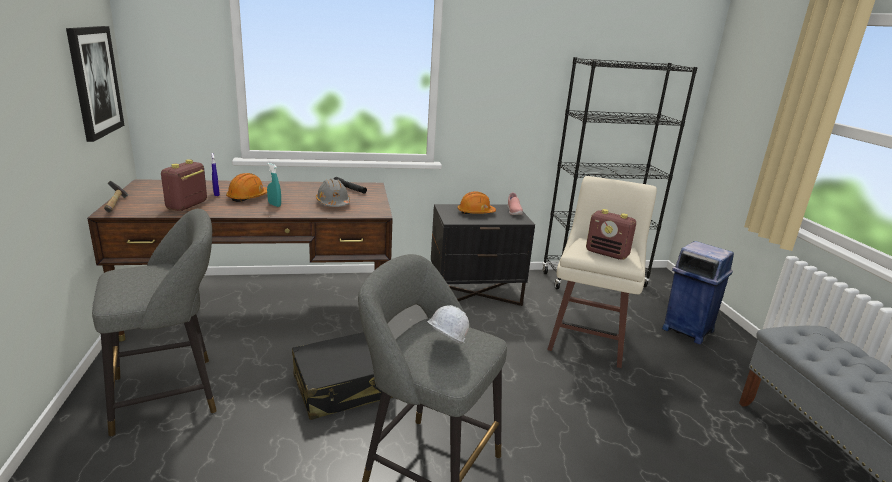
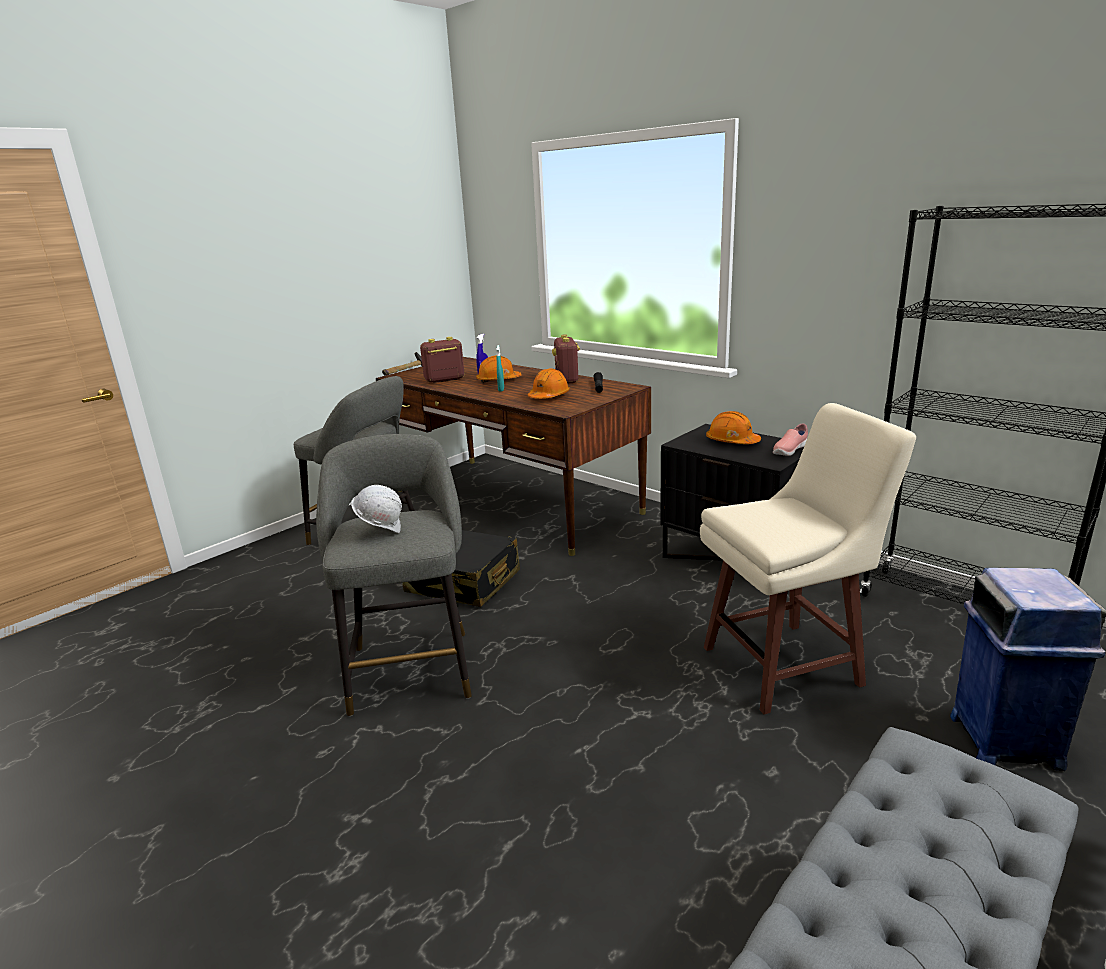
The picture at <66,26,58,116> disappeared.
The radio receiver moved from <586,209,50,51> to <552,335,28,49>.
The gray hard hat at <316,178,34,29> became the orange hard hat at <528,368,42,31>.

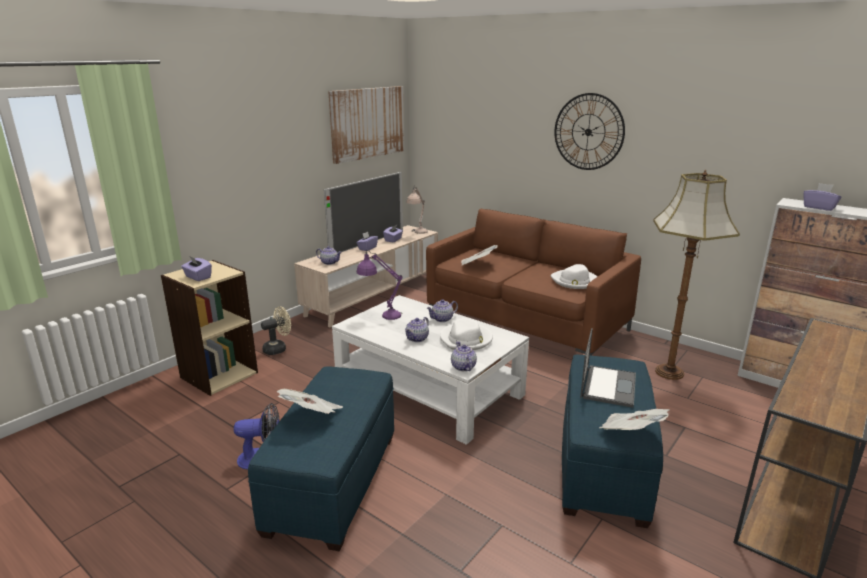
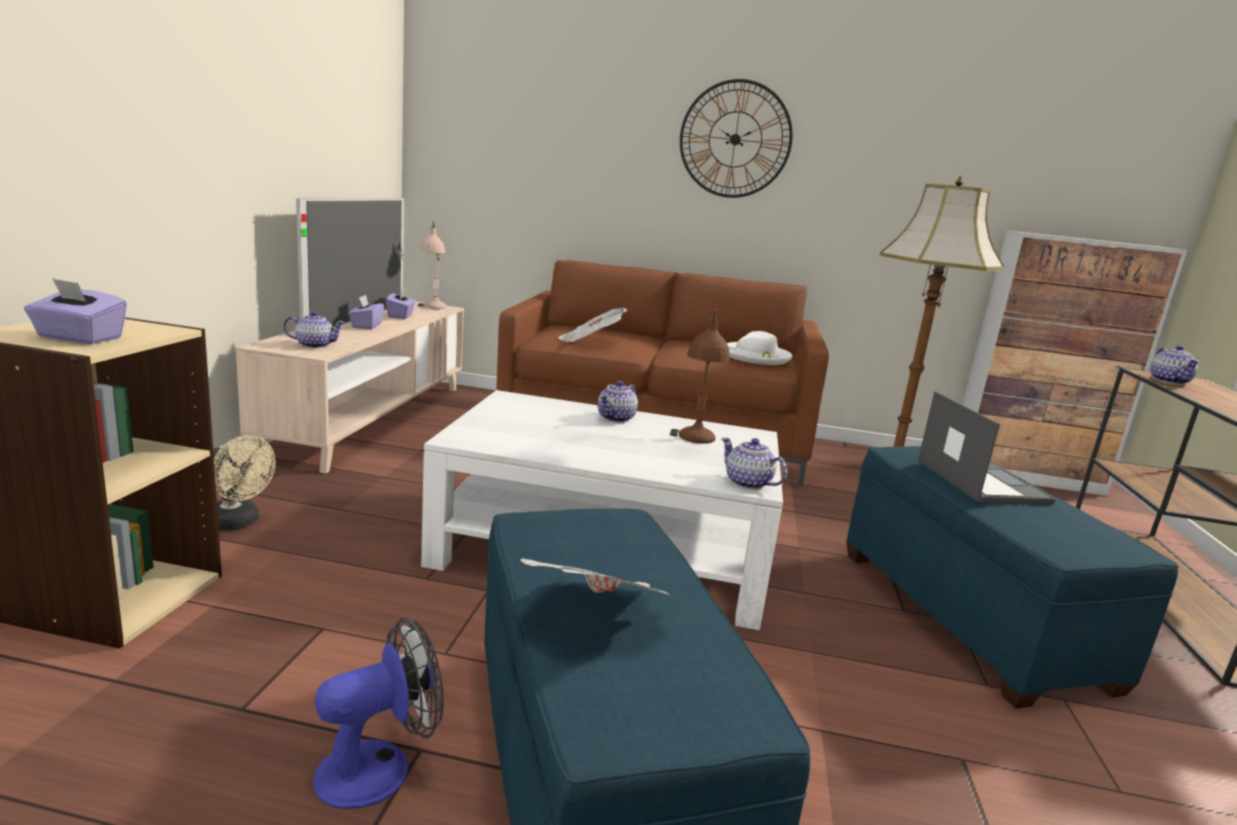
The picture at <328,86,76,78> disappeared.
The purple-coloured lamp for a table at <357,250,46,70> disappeared.
The daily paper at <599,409,71,21> disappeared.
The purple-coloured tissue holder at <804,183,38,28> disappeared.
The pot for tea moved from <405,317,24,25> to <1150,345,50,40>.
The white-coloured hat at <440,318,53,32> was replaced by the brown lamp for a table at <670,309,60,135>.
The sand-coloured fan at <261,306,30,49> turned 90 degrees clockwise.

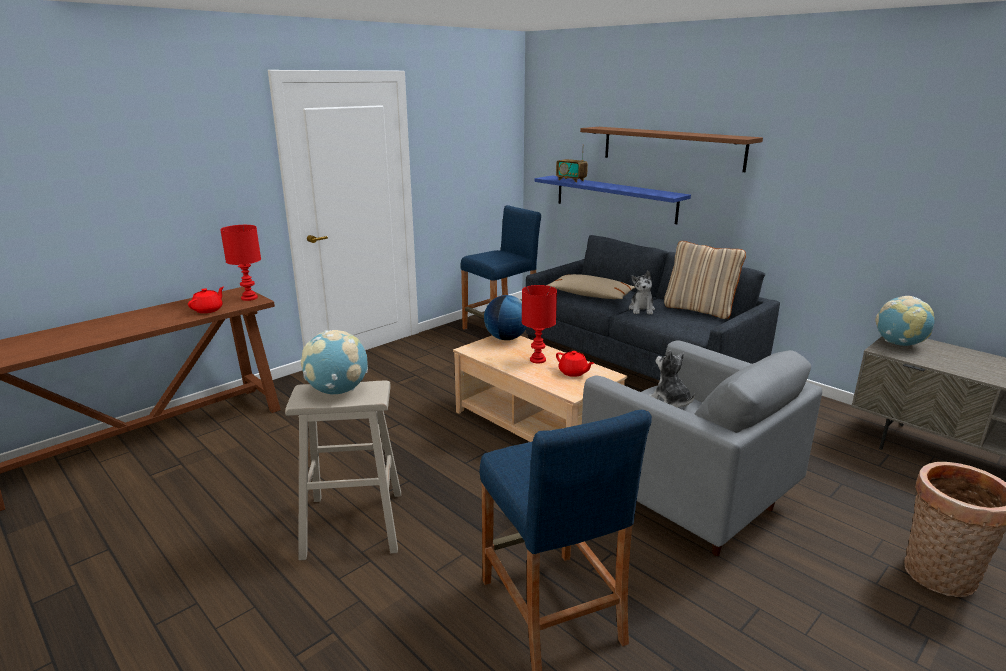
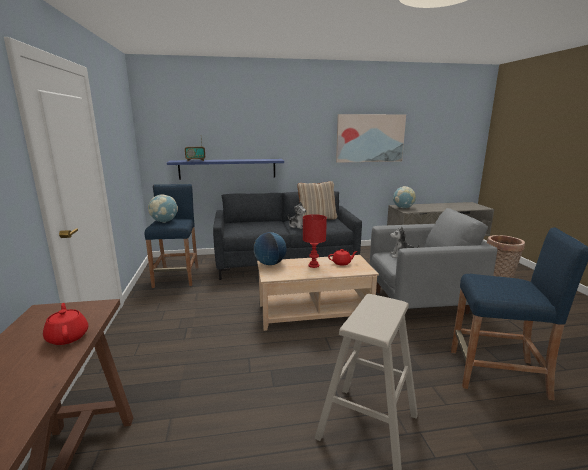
The red lamp for a table at <220,225,41,76> disappeared.
The sand-coloured throw pillow at <547,274,88,25> disappeared.
The brown shelf at <580,127,183,45> disappeared.
The picture at <336,114,70,49> appeared.
The globe moved from <301,330,67,65> to <148,194,30,29>.

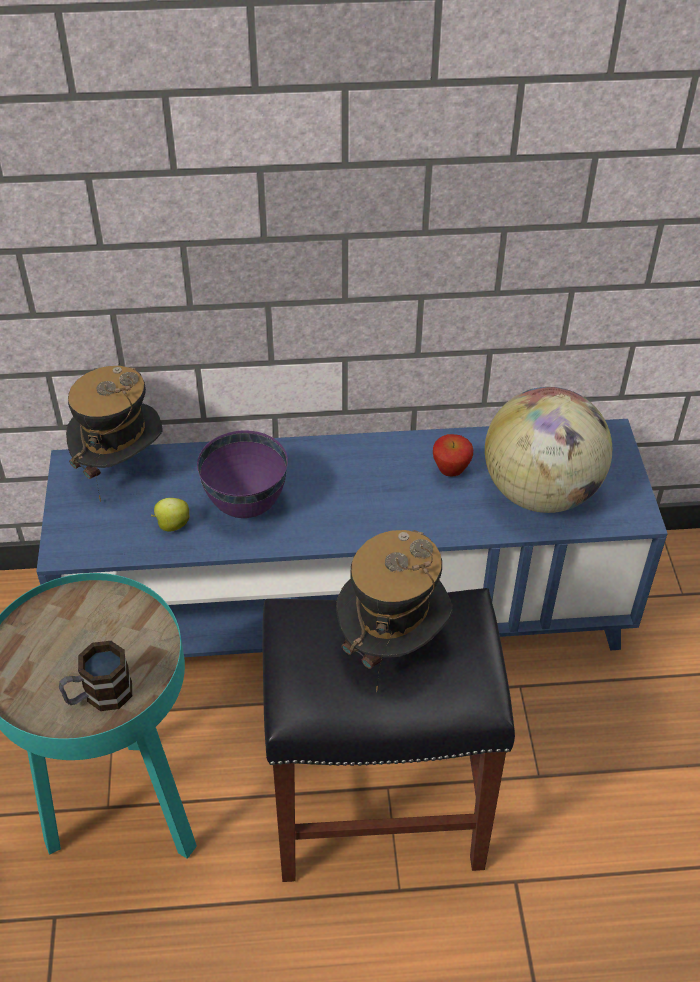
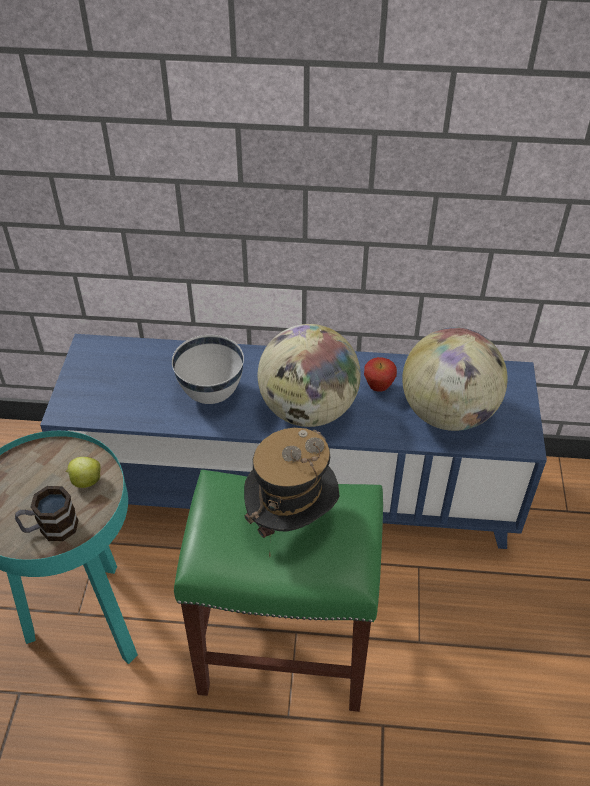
The hat at <66,366,97,136> disappeared.
The globe at <258,324,103,103> appeared.
The apple fruit moved from <151,498,39,33> to <65,457,35,31>.
The purple-coloured serving bowl at <197,430,91,88> became the white-coloured serving bowl at <172,335,72,69>.
The black stool seat at <262,588,253,294> became the green-coloured stool seat at <174,470,209,242>.

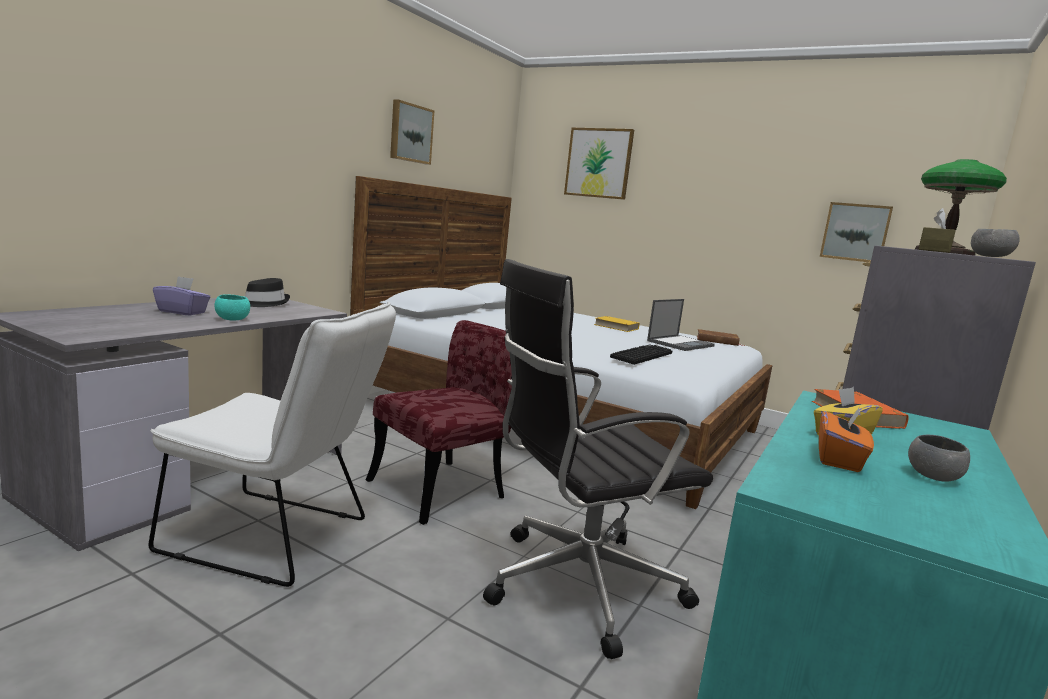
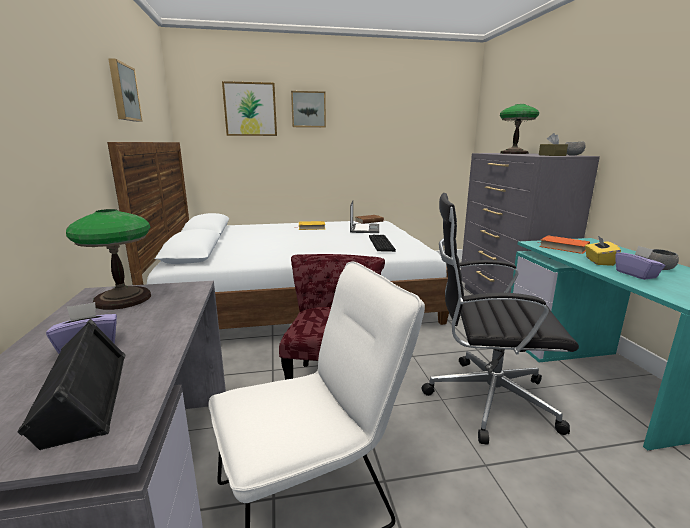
The turquoise serving bowl at <214,294,36,27> disappeared.
The black loudspeaker at <17,319,108,131> appeared.
The picture moved from <820,202,73,60> to <291,91,35,37>.
The black hat at <245,278,45,29> was replaced by the lamp for a table at <66,209,85,101>.
The orange tissue holder at <819,408,55,64> became the purple-coloured tissue holder at <615,246,50,34>.
The black computer chair at <483,259,230,400> turned 75 degrees clockwise.

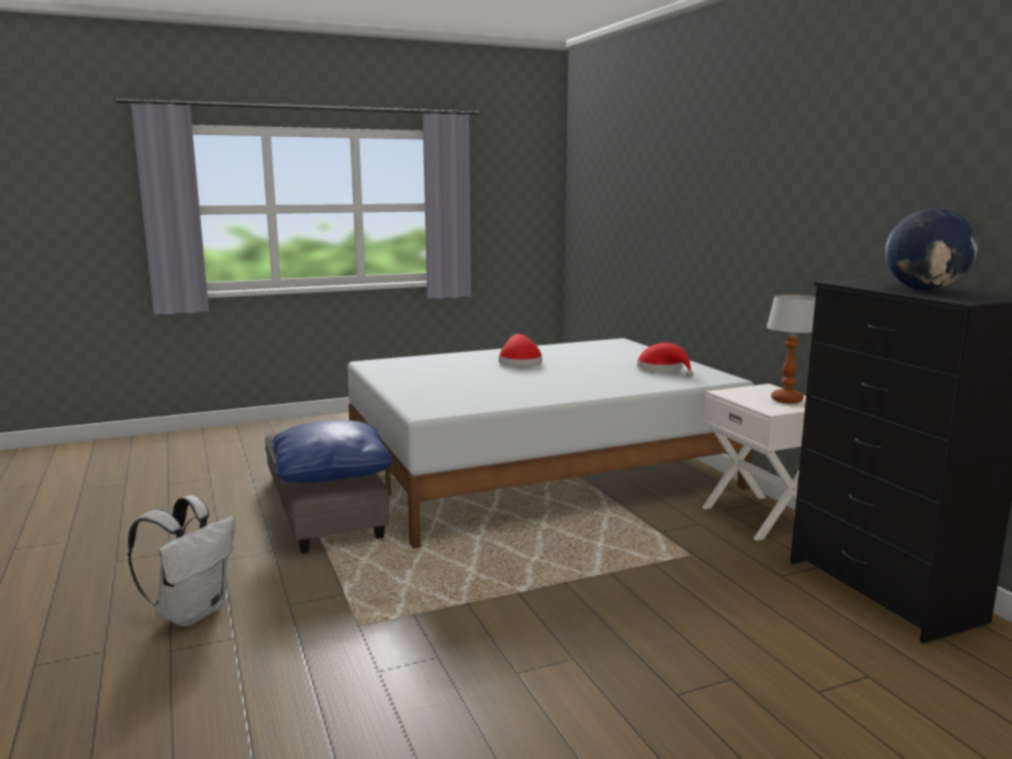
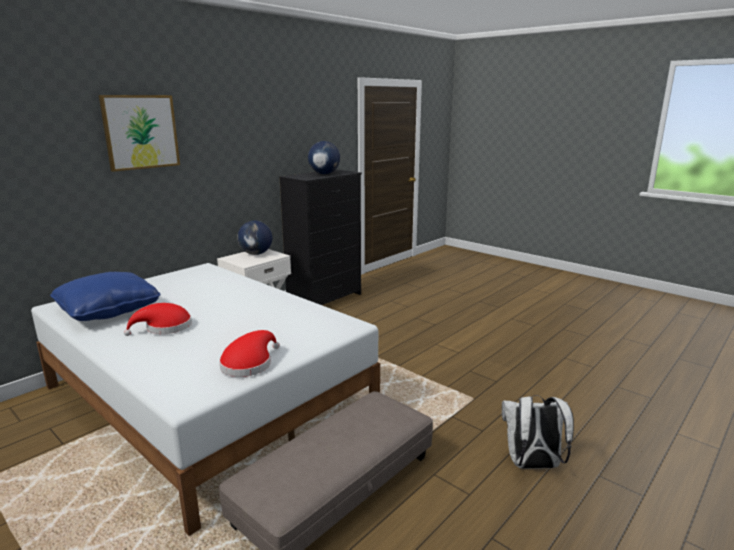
The picture at <99,95,81,77> appeared.
The blue-coloured throw pillow moved from <272,420,120,63> to <50,272,111,49>.
The red hat moved from <637,343,57,34> to <219,330,61,47>.
The lamp for a table at <767,294,49,109> was replaced by the globe at <237,220,35,35>.

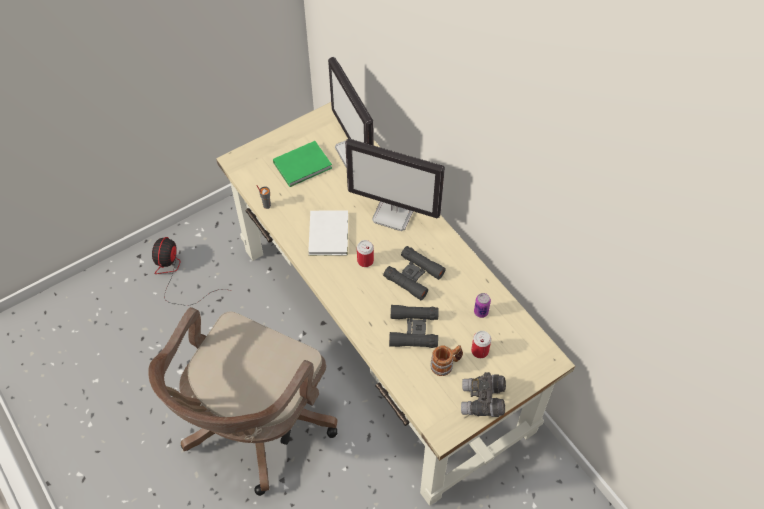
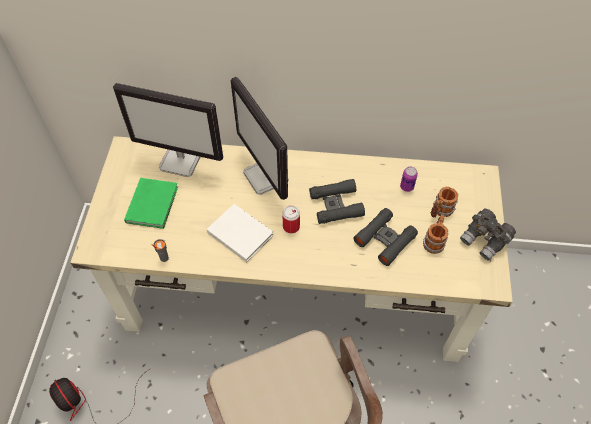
The can at <471,331,20,27> was replaced by the tea mug at <431,187,27,31>.
The computer display at <345,139,100,92> turned 90 degrees clockwise.

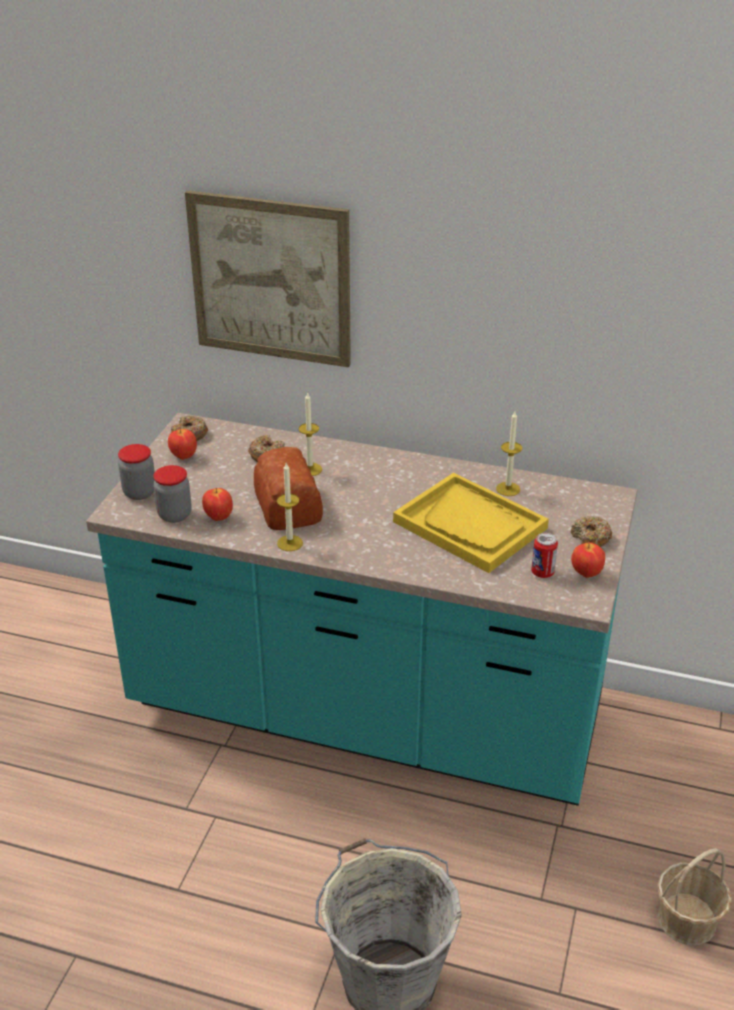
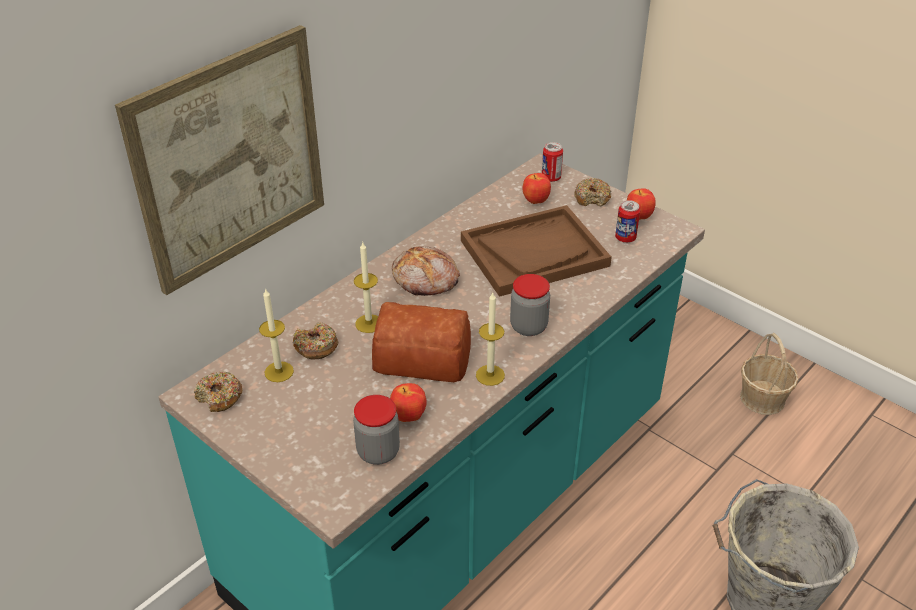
The bread at <392,246,68,50> appeared.
The can at <542,142,21,40> appeared.
The jar moved from <118,444,37,56> to <510,274,40,62>.
The apple fruit moved from <168,429,29,31> to <522,173,29,31>.
The wax candle moved from <496,412,26,84> to <259,288,35,94>.
The yellowish serving tray at <393,473,156,100> became the brown serving tray at <461,205,151,92>.

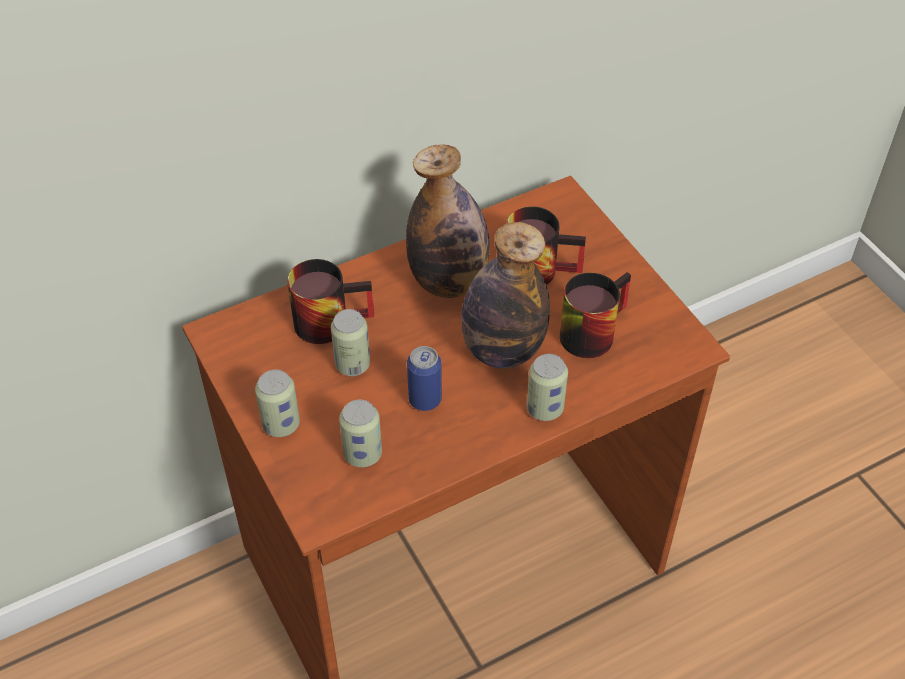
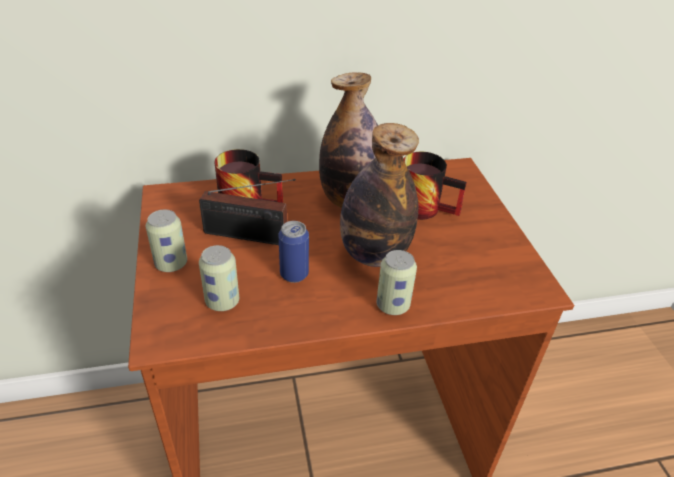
The tea mug at <560,272,71,86> disappeared.
The can at <331,309,39,67> was replaced by the radio receiver at <199,179,97,66>.

